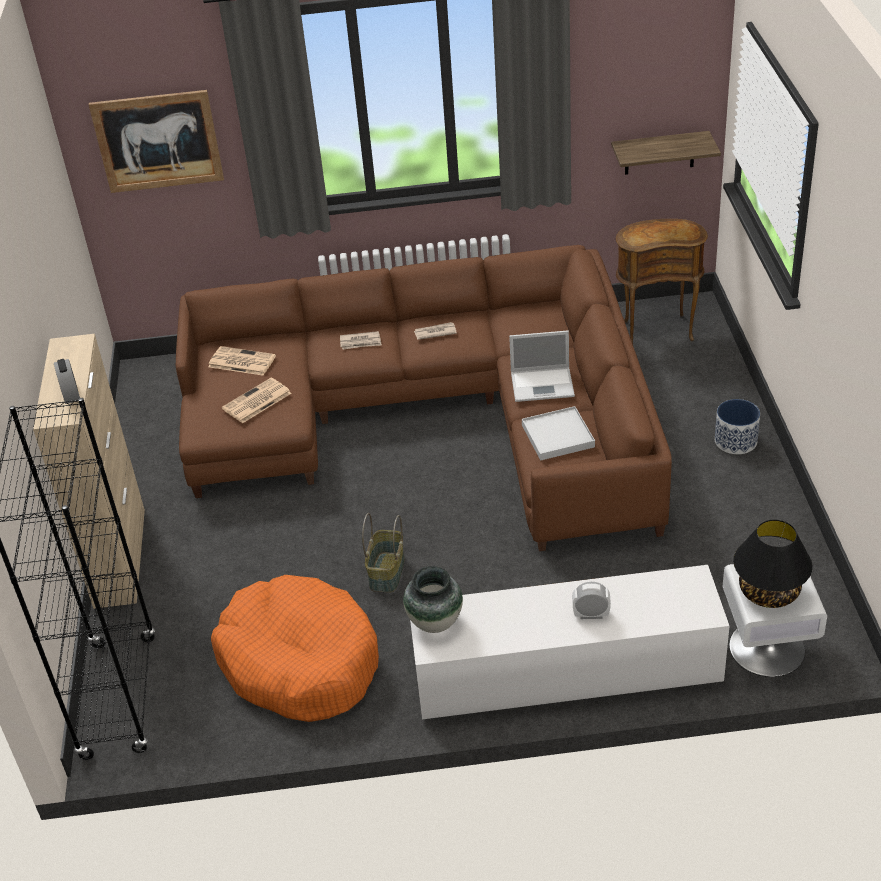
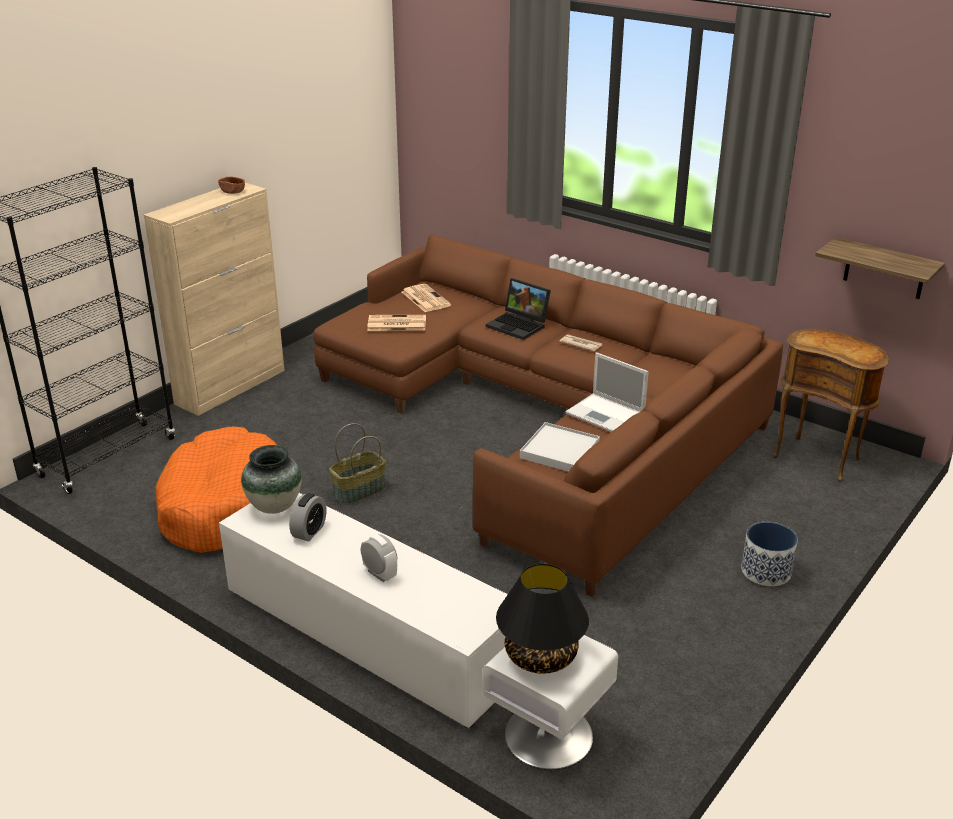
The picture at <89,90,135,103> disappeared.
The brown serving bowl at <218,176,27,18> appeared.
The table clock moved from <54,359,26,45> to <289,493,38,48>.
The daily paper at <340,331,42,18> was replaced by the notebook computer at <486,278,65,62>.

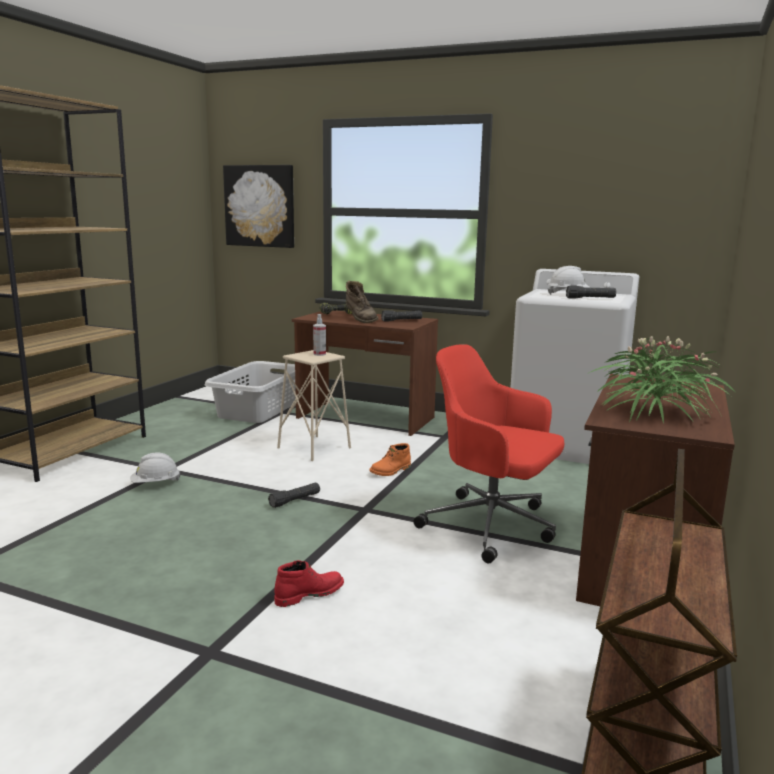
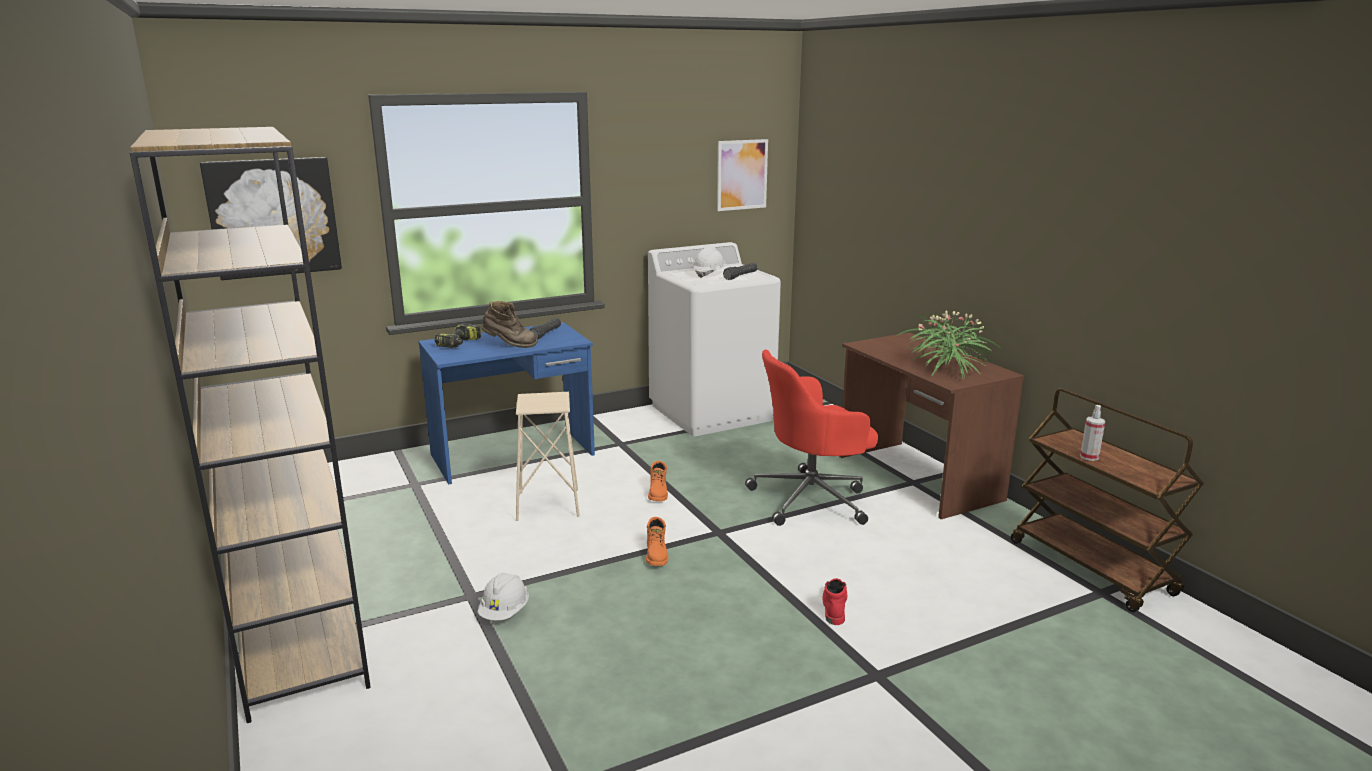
The gray hamper at <205,361,91,62> disappeared.
The picture at <717,139,51,72> appeared.
The sprayer moved from <313,314,13,42> to <1080,405,25,56>.
The black torch at <268,483,52,25> was replaced by the orange high-top boot at <646,517,22,49>.
The brown desk at <292,311,146,125> became the blue-coloured desk at <418,322,177,163>.

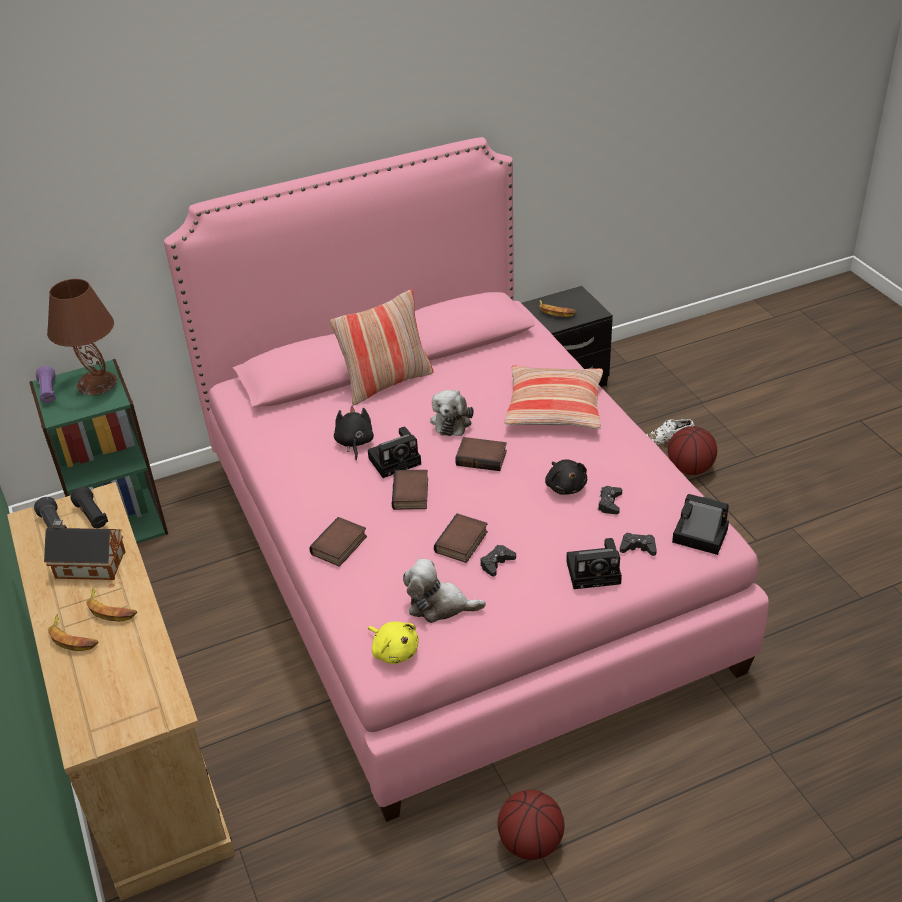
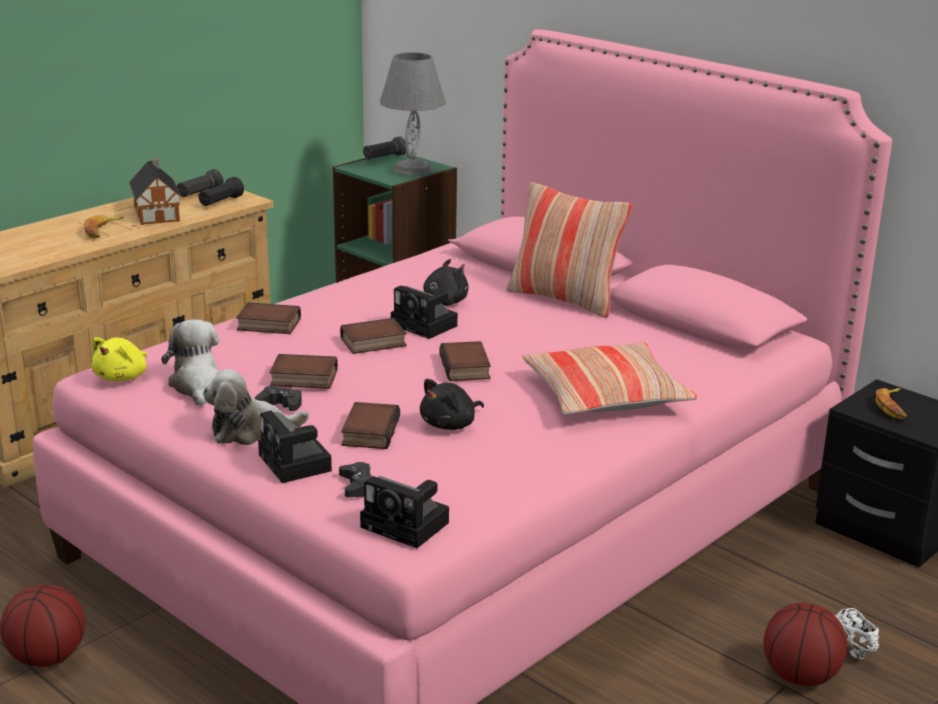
The banana fruit at <48,614,51,37> disappeared.
The black game controller at <598,486,24,28> disappeared.
The book at <341,402,59,47> appeared.
The cuddly toy moved from <430,390,44,46> to <203,369,106,76>.
The purple-coloured torch at <36,366,20,37> became the black torch at <363,137,43,23>.
The brown lamp for a table at <47,279,70,116> became the gray lamp for a table at <380,52,66,123>.
The still camera at <672,494,57,61> turned 120 degrees clockwise.

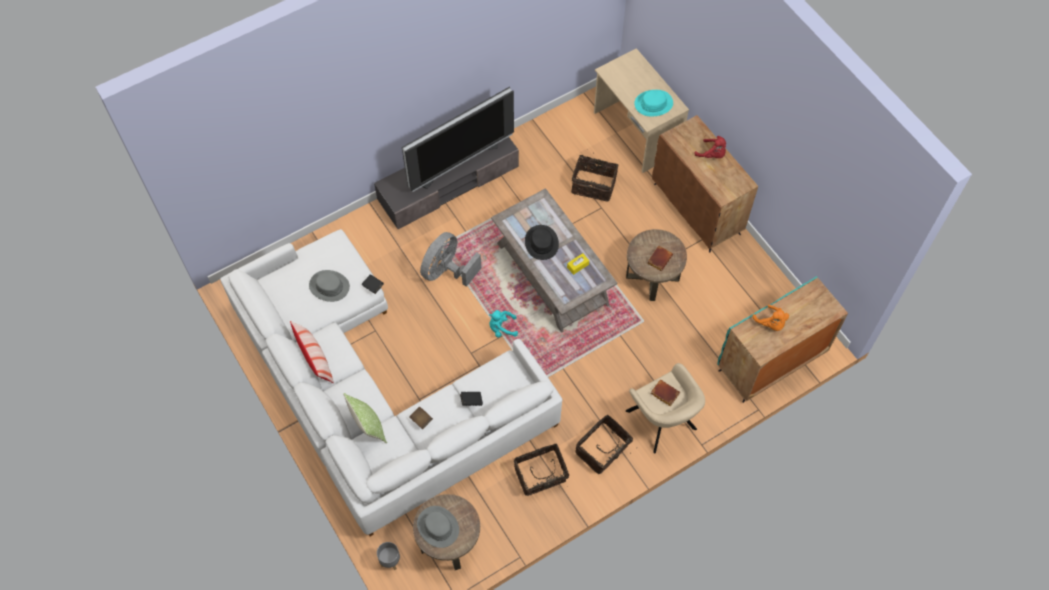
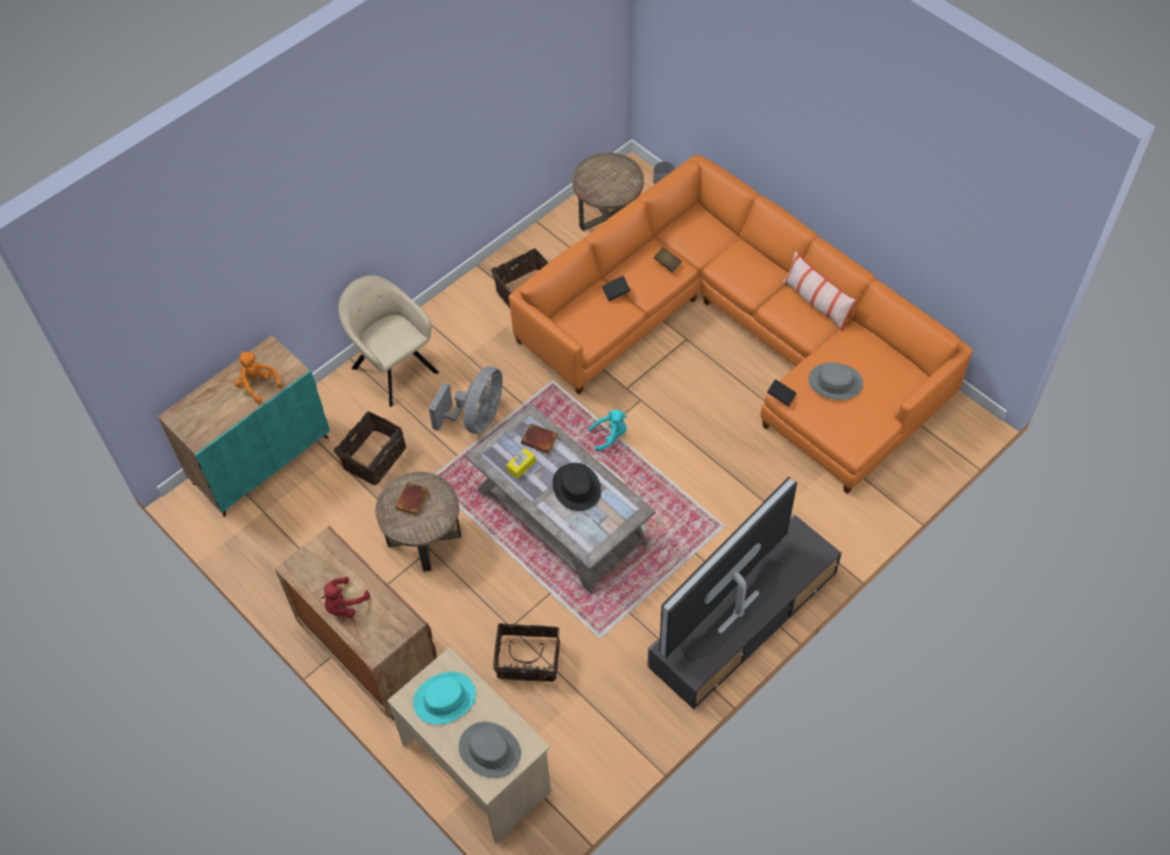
The throw pillow at <343,393,44,51> disappeared.
The gray hat moved from <417,506,42,42> to <459,722,62,56>.
The gray fan moved from <420,232,61,55> to <429,366,74,68>.
The storage basket moved from <575,415,58,59> to <334,411,72,74>.
The brown book moved from <650,379,30,27> to <521,423,37,31>.
The white-coloured sofa at <220,229,342,307> became the orange sofa at <509,155,464,339>.
The red cuddly toy at <694,136,32,22> turned 75 degrees counterclockwise.

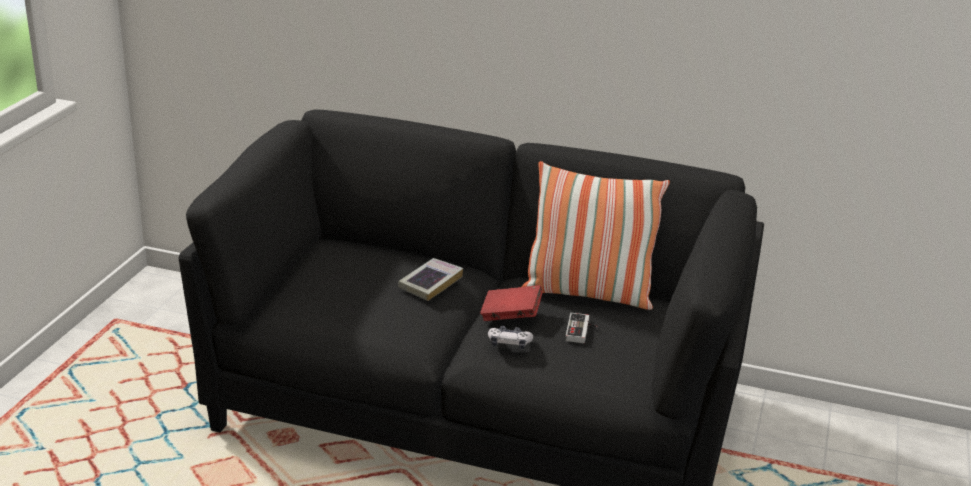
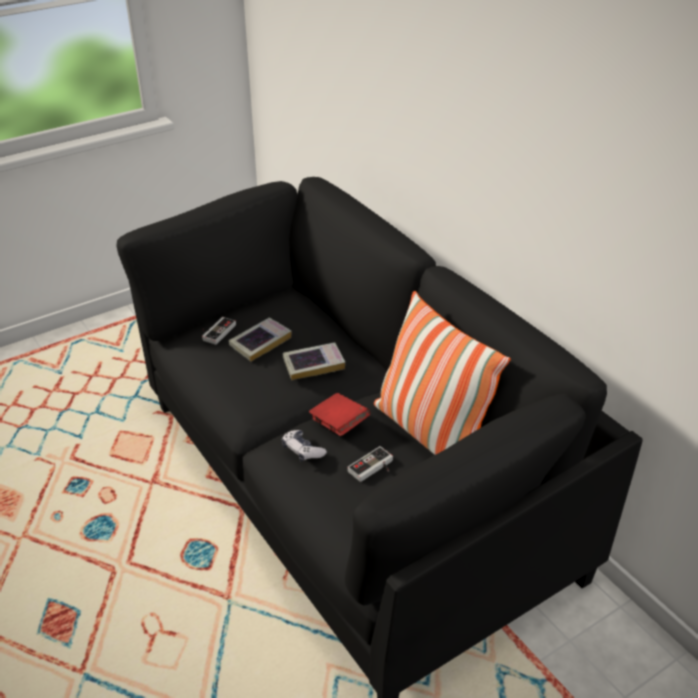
The game controller at <202,317,34,28> appeared.
The book at <229,318,62,44> appeared.

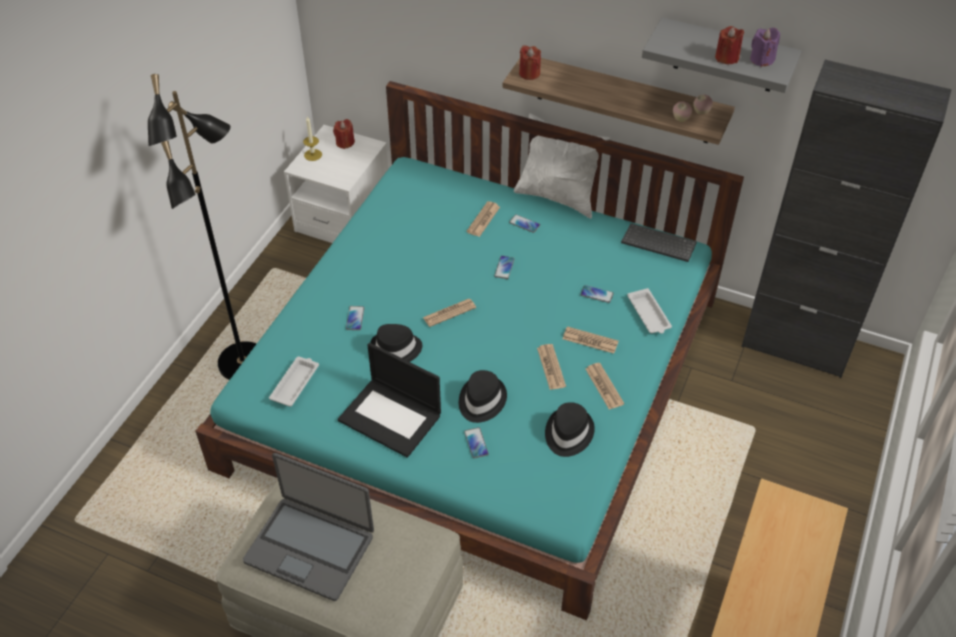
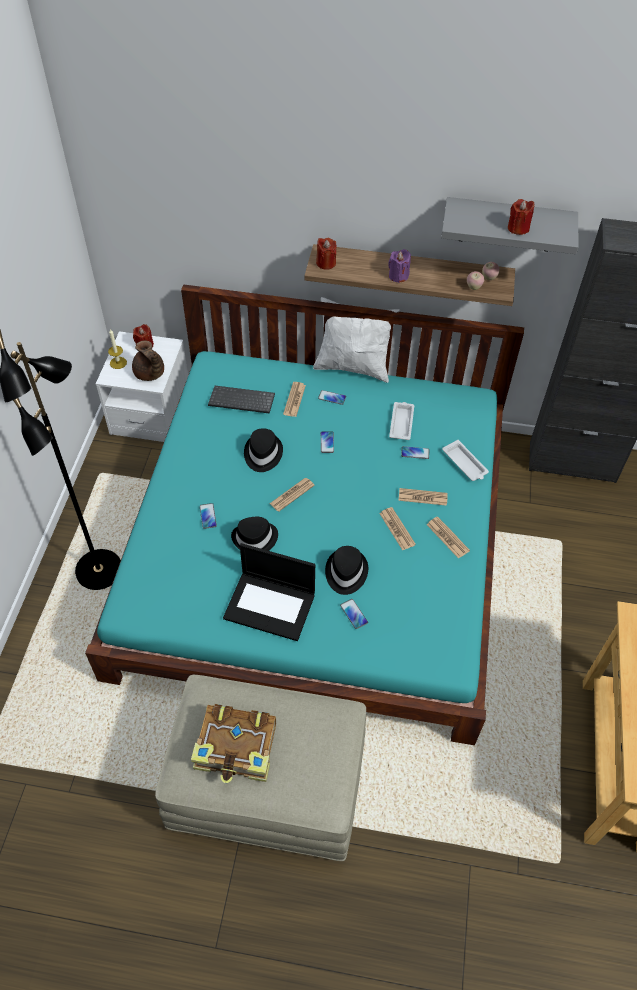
The brown pot for tea at <132,340,32,41> appeared.
The white-coloured serving tray moved from <269,357,50,50> to <389,402,25,38>.
The black hat moved from <545,402,50,55> to <244,428,39,44>.
The computer keyboard moved from <621,223,76,39> to <208,386,67,28>.
The purple-coloured wax candle moved from <750,28,30,39> to <388,249,23,34>.
The notebook computer at <243,453,131,148> was replaced by the book at <191,704,85,79>.

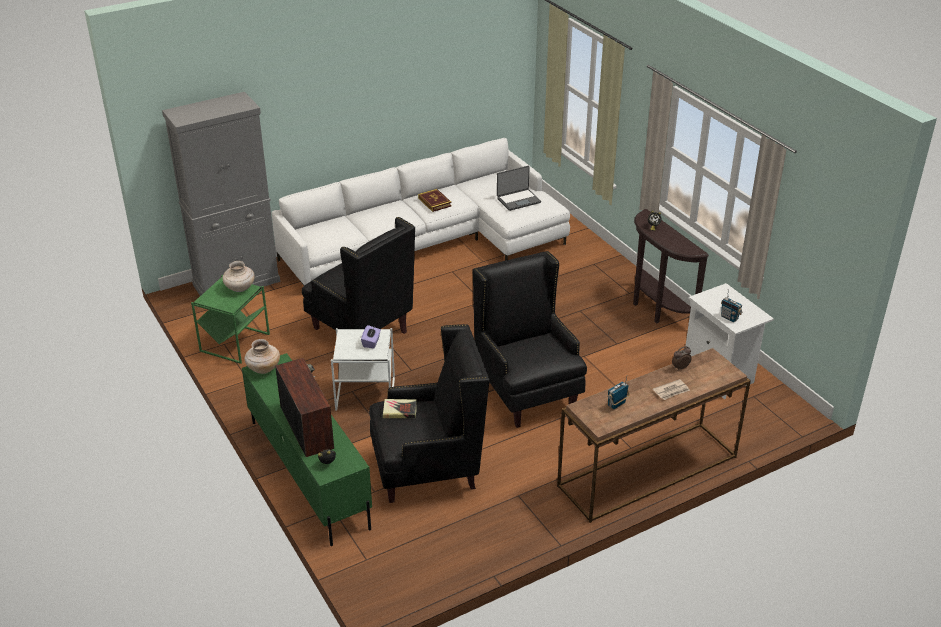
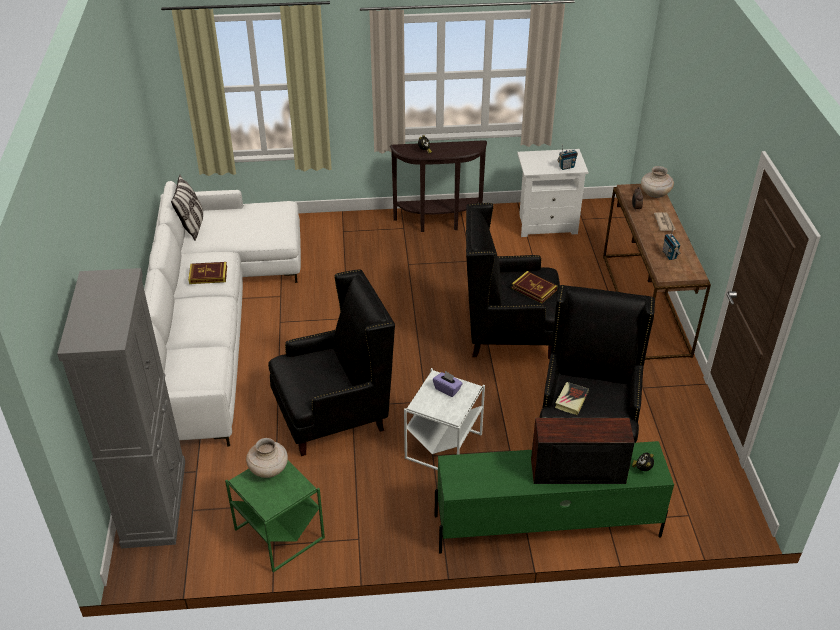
The notebook computer at <497,166,44,45> disappeared.
The throw pillow at <171,175,32,66> appeared.
The book at <512,271,45,32> appeared.
The sand-coloured flower vase moved from <244,339,36,35> to <641,166,33,32>.

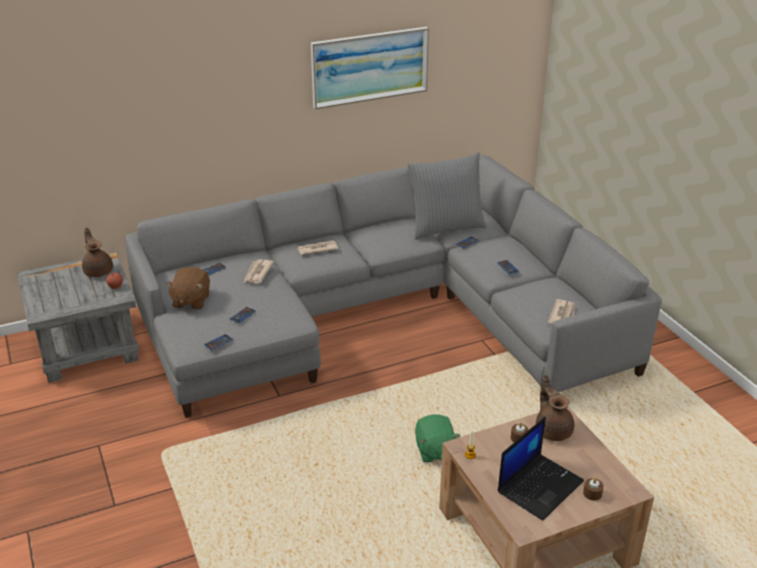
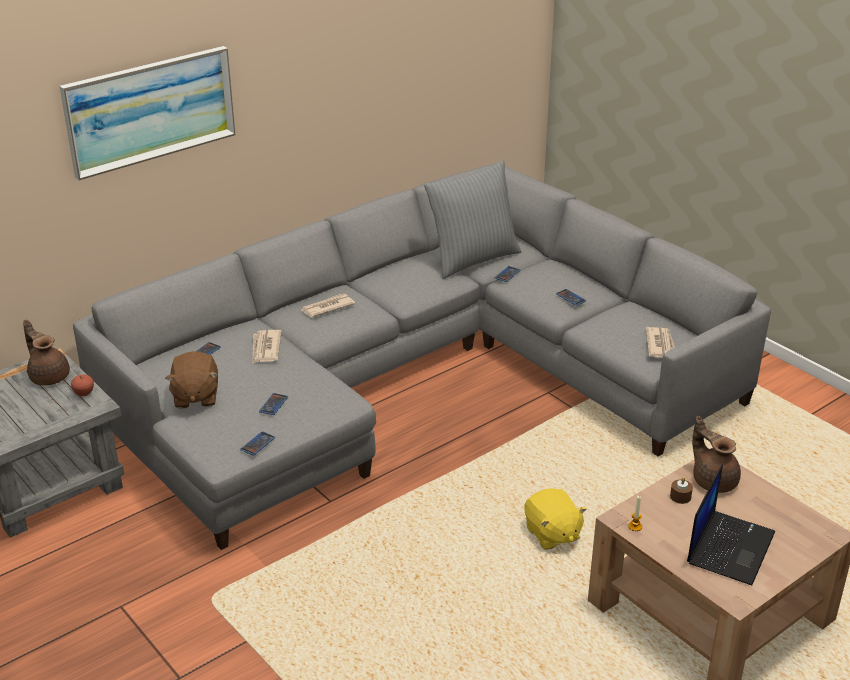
The brown wax candle at <583,477,21,24> disappeared.
The picture moved from <311,27,118,82> to <59,46,177,134>.
The green-coloured cuddly toy at <415,414,45,48> became the yellowish cuddly toy at <524,488,63,62>.

